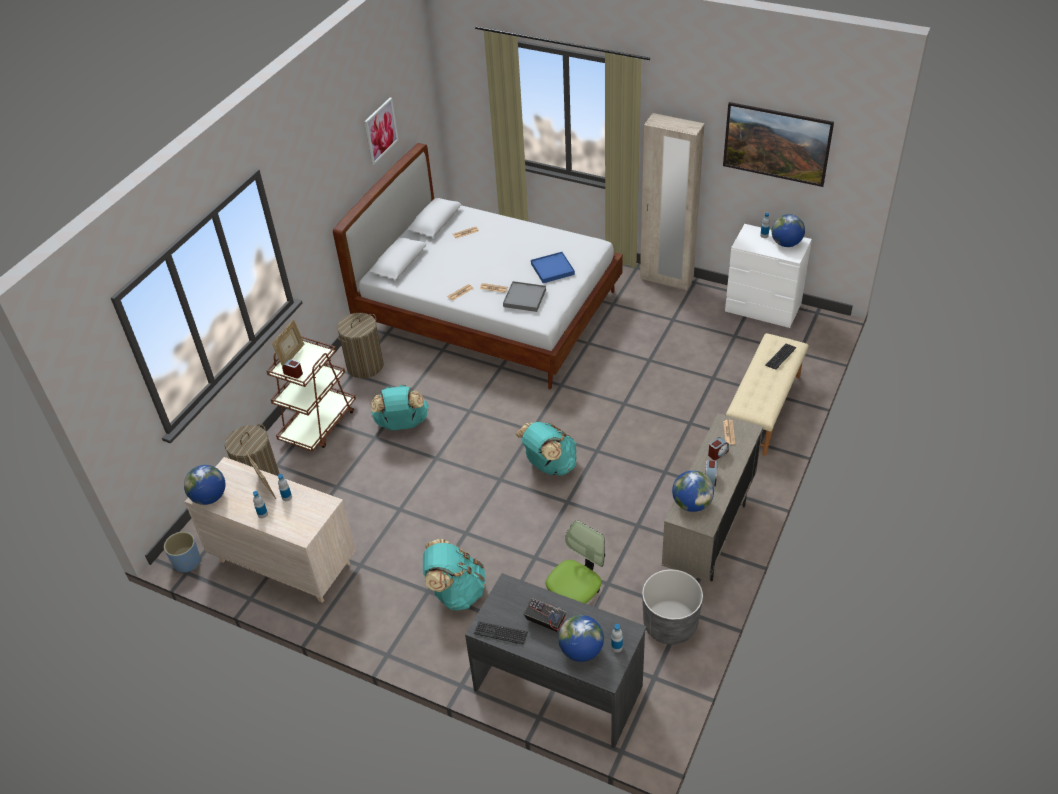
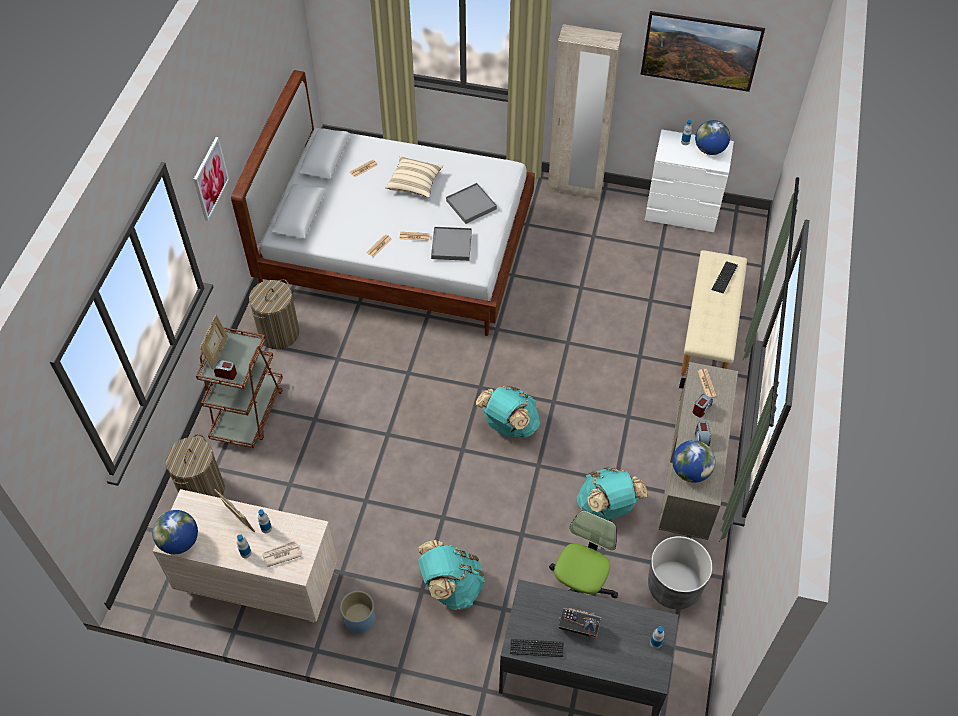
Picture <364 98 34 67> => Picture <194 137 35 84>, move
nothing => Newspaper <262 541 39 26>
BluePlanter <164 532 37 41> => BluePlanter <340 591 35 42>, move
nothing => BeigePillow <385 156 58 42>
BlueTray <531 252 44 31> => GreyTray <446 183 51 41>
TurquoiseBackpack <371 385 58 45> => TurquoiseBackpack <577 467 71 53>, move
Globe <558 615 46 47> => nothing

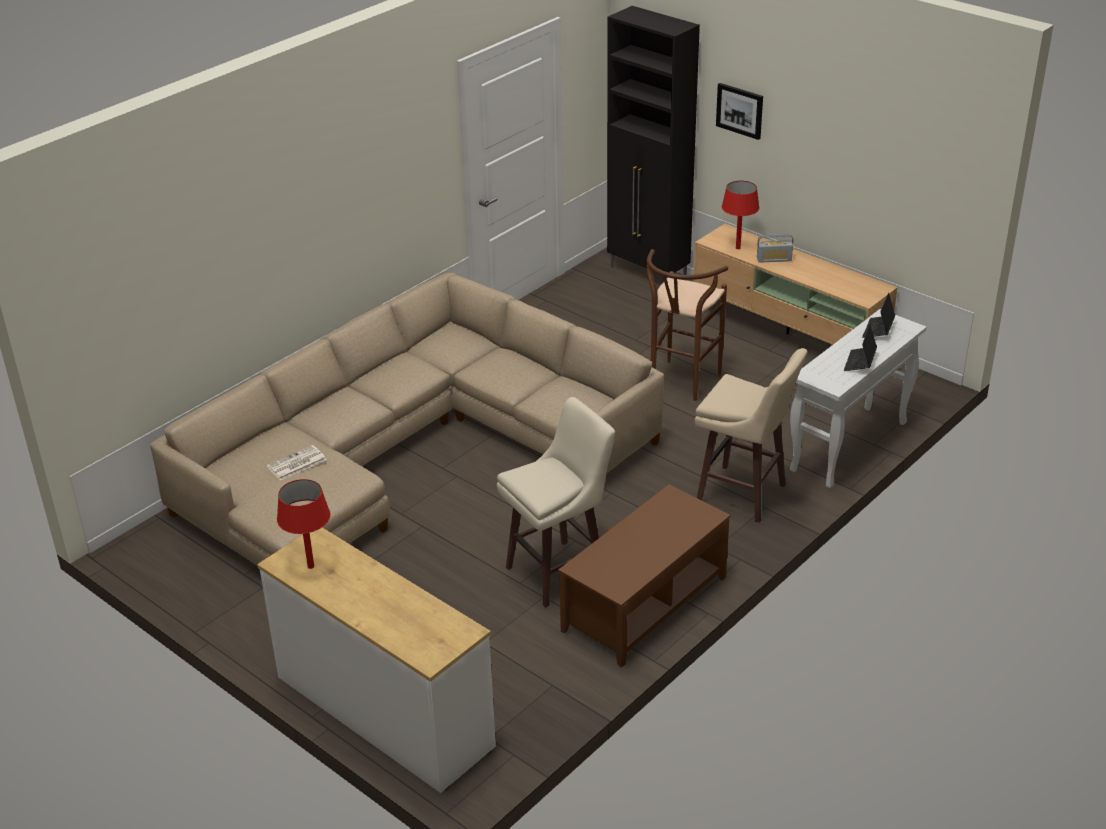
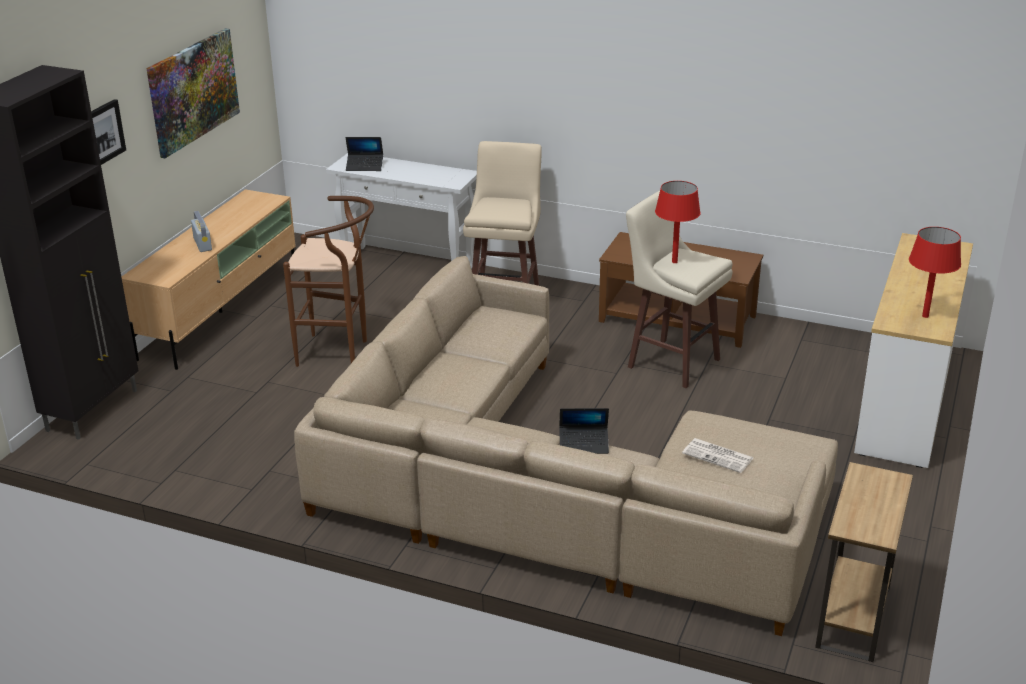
nothing => Picture <146 28 94 130>
Laptop <844 324 33 47> => Laptop <559 408 50 46>, move
RedTableLamp <722 181 38 68> => RedTableLamp <655 181 45 82>, move
nothing => BrownSideTable <815 462 98 200>

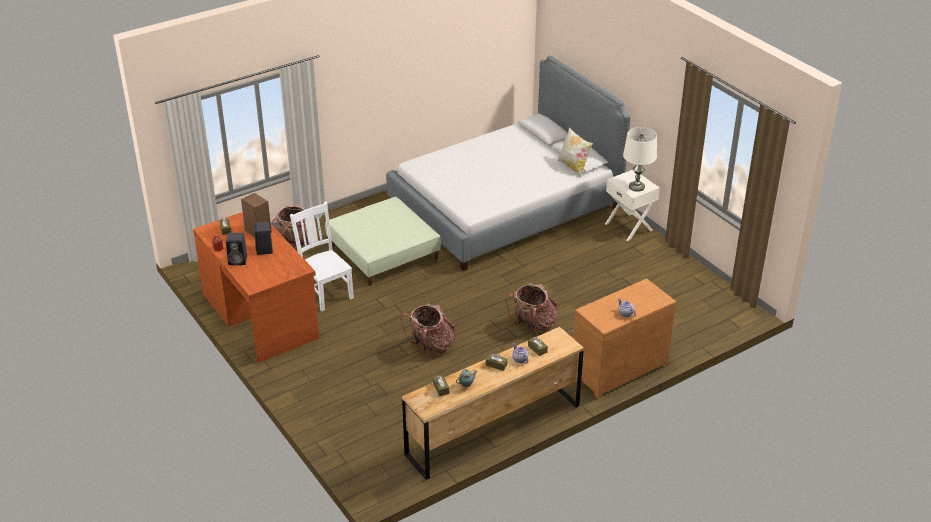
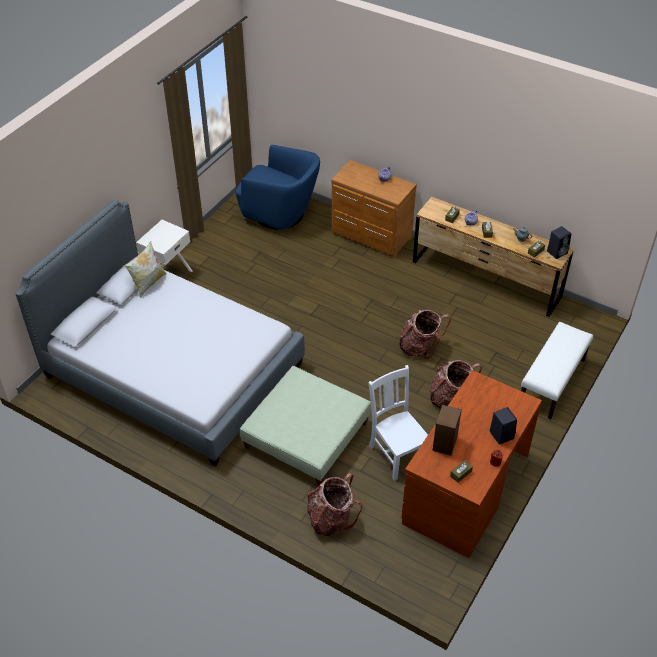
nothing => BlueArmchair <236 145 84 85>
WhiteChair <290 201 64 110> => WhiteChair <368 365 60 116>, 120 degrees clockwise
Backpack <506 283 51 53> => Backpack <430 360 52 49>, move
nothing => WhiteBench <521 322 72 98>
BlackSpeaker <254 222 19 33> => BlackSpeaker <547 226 24 33>, move
WhiteTableLamp <623 127 34 65> => nothing

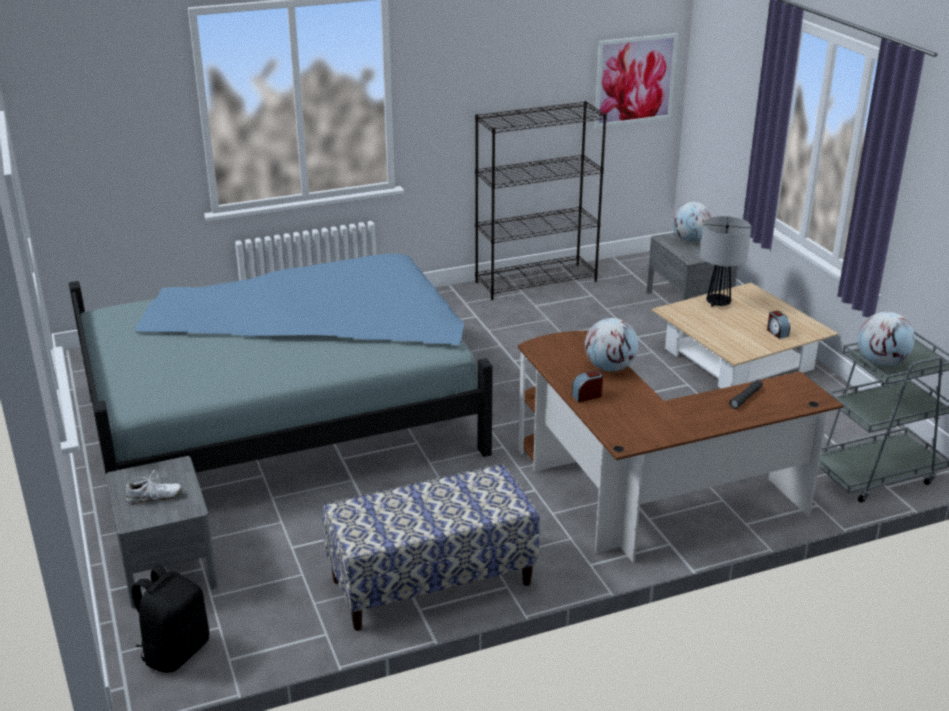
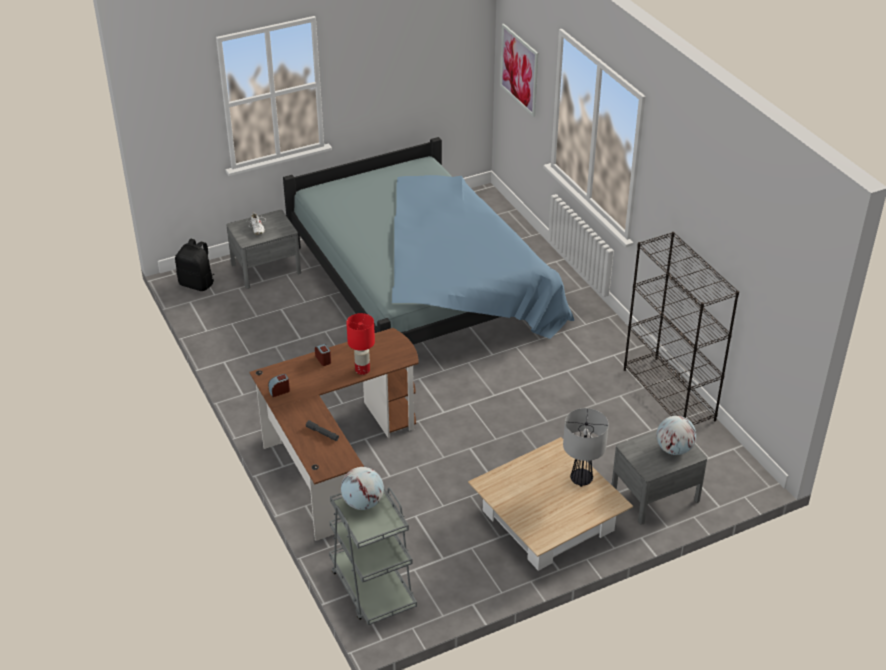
AlarmClock <767 311 23 28> => AlarmClock <268 374 22 23>, move
Globe <585 318 53 54> => RedTableLamp <346 313 29 62>
Picture <594 33 84 95> => Picture <500 24 38 93>, move
Bench <322 464 218 167> => nothing

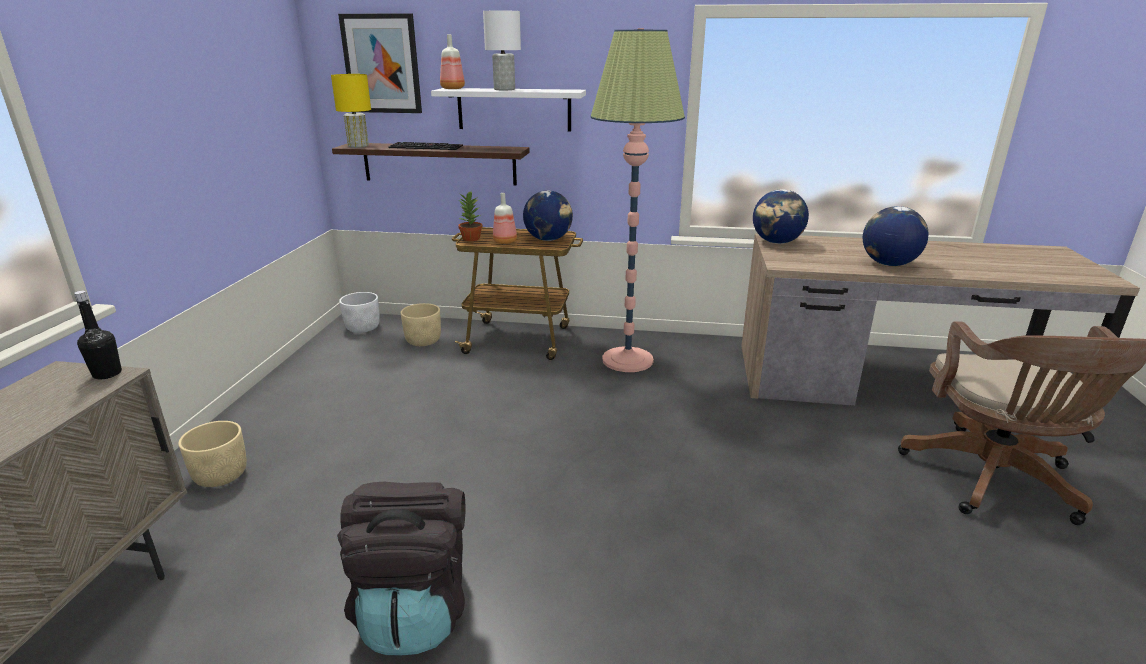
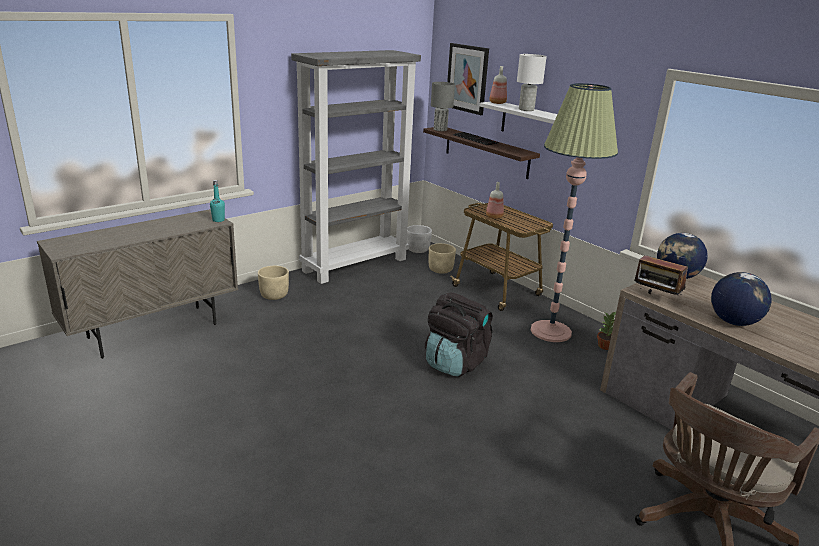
BlackBottle <74 291 48 88> => TurquoiseBottle <210 180 15 42>
nothing => GreyBookcase <291 50 130 234>
BlackBackpack <337 482 128 173> => BlackBackpack <425 292 68 85>, move
YellowTableLamp <331 74 40 74> => GreyTableLamp <431 82 24 49>
PottedPlant <458 191 25 50> => PottedPlant <597 312 19 38>, move
nothing => Radio <634 255 54 40>
Globe <523 190 50 51> => nothing

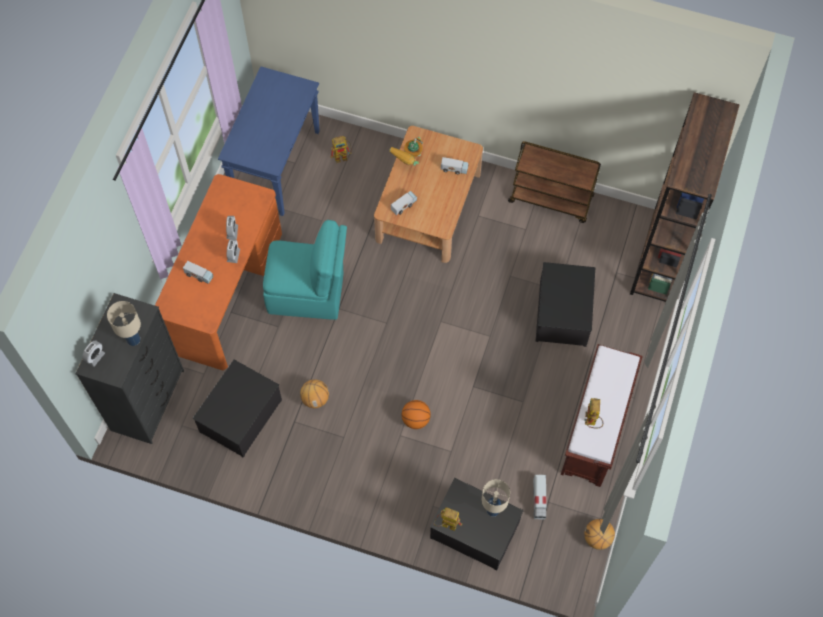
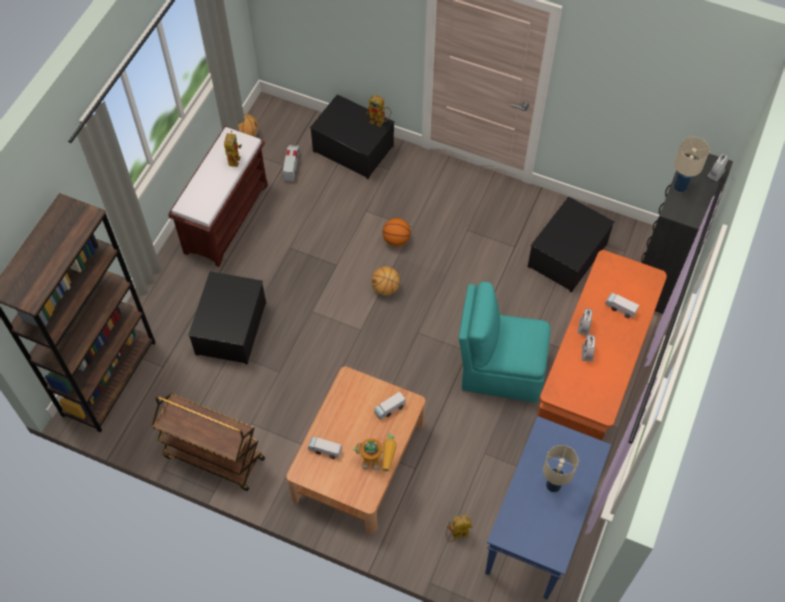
ToyRobot <389 137 34 29> => ToyRobot <353 433 43 38>, 60 degrees clockwise
Basketball <300 379 29 29> => Basketball <371 267 29 29>, move
BeigeTableLamp <481 479 29 38> => BeigeTableLamp <543 445 35 47>, move

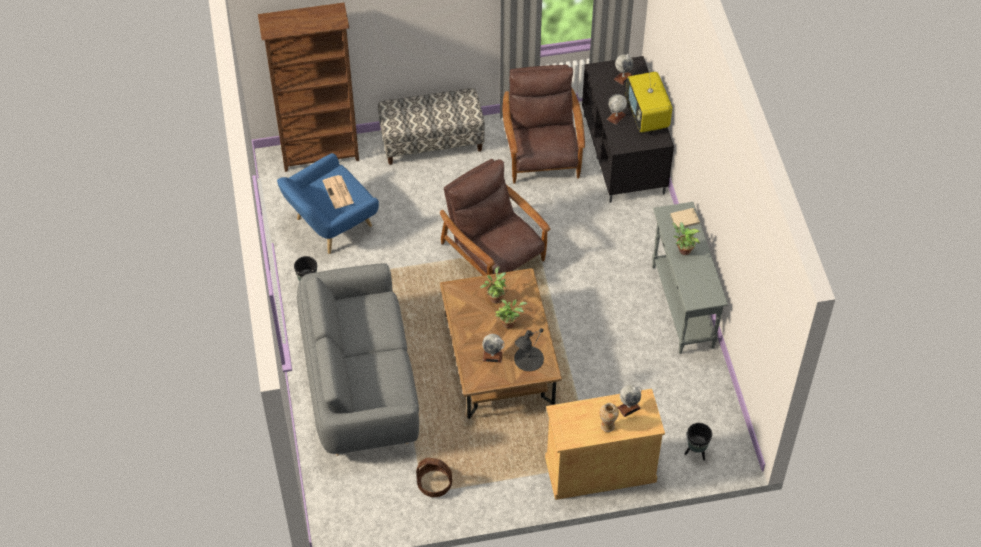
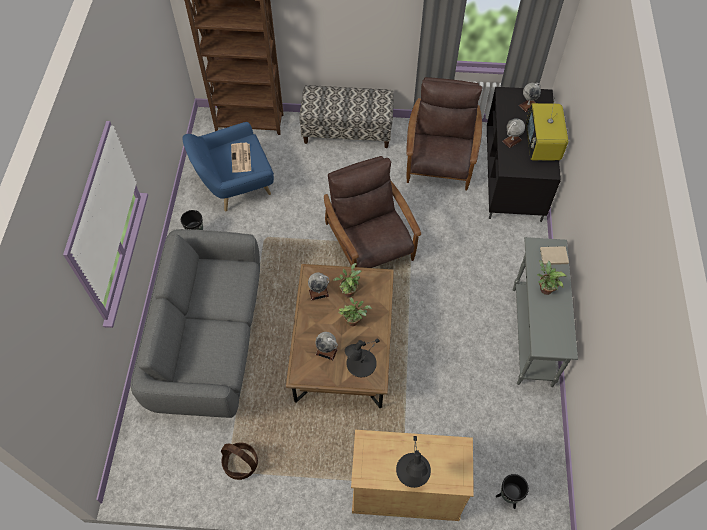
Globe <617 385 24 32> => Globe <308 273 22 27>, move
Vase <600 403 19 29> => BlackTableLamp <396 436 35 52>

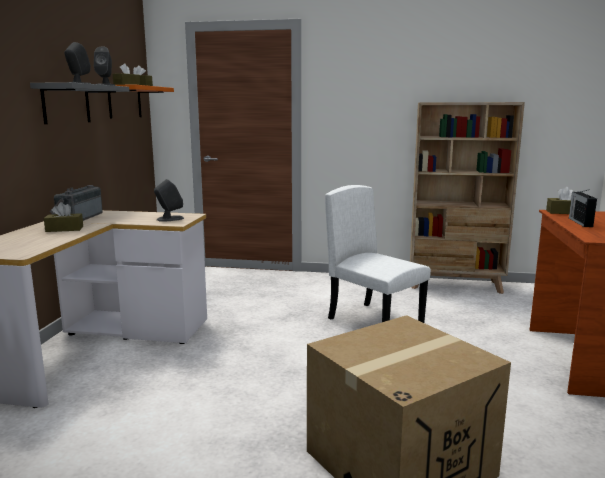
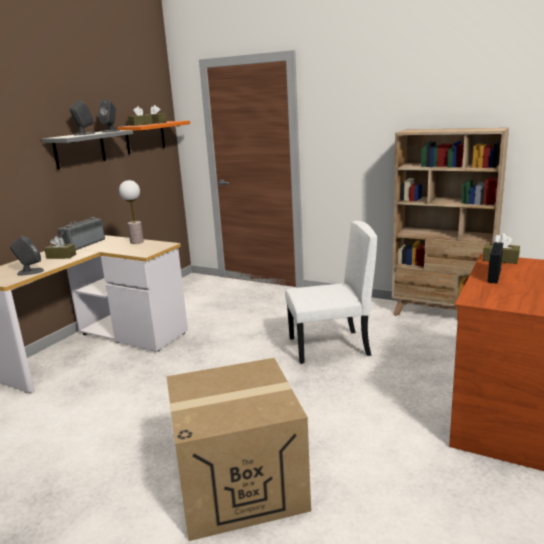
GreySpeaker <154 179 30 43> => GreySpeaker <10 236 34 39>, move
nothing => TableLamp <119 180 25 64>
WhiteChair <325 185 106 138> => WhiteChair <285 221 92 143>, 105 degrees clockwise

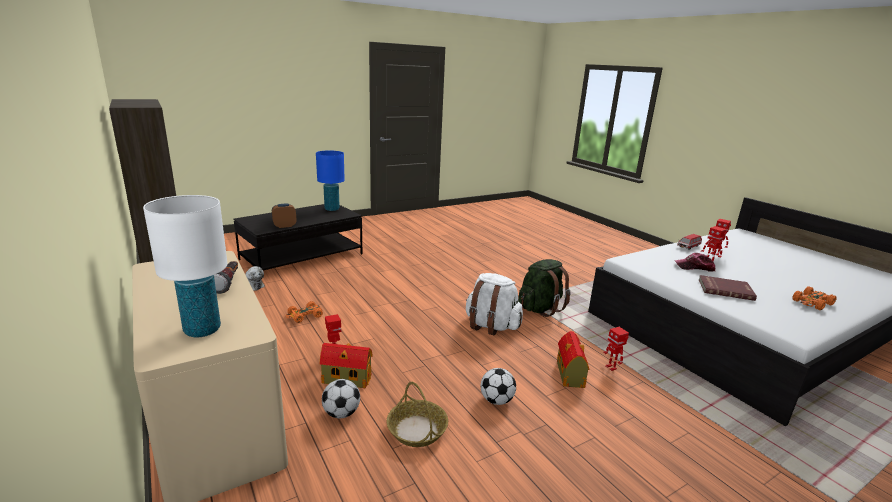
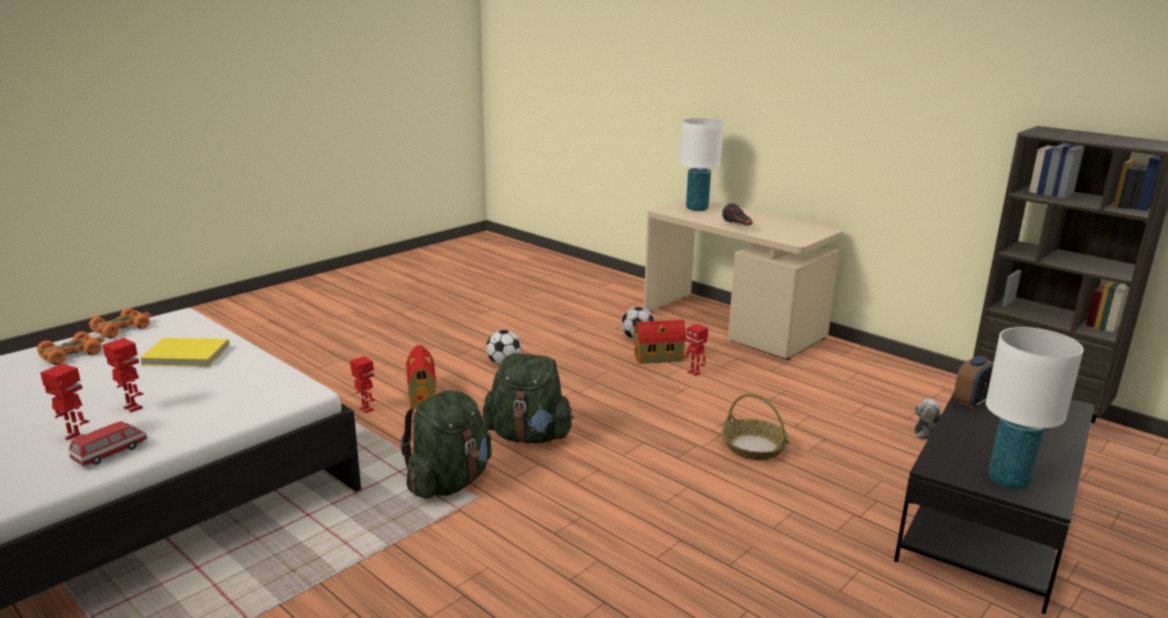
OrangeToyCar <285 301 38 22> => OrangeToyCar <89 308 62 30>, move
RedBook <698 275 59 26> => YellowBook <140 338 89 29>
WhiteBackpack <466 273 57 62> => GreenBackpack <483 353 91 90>
Basket <387 382 61 65> => Basket <721 394 69 66>, move
BlueTableLamp <316 151 29 60> => WhiteTableLamp <986 327 98 163>
Cap <675 253 40 19> => nothing

